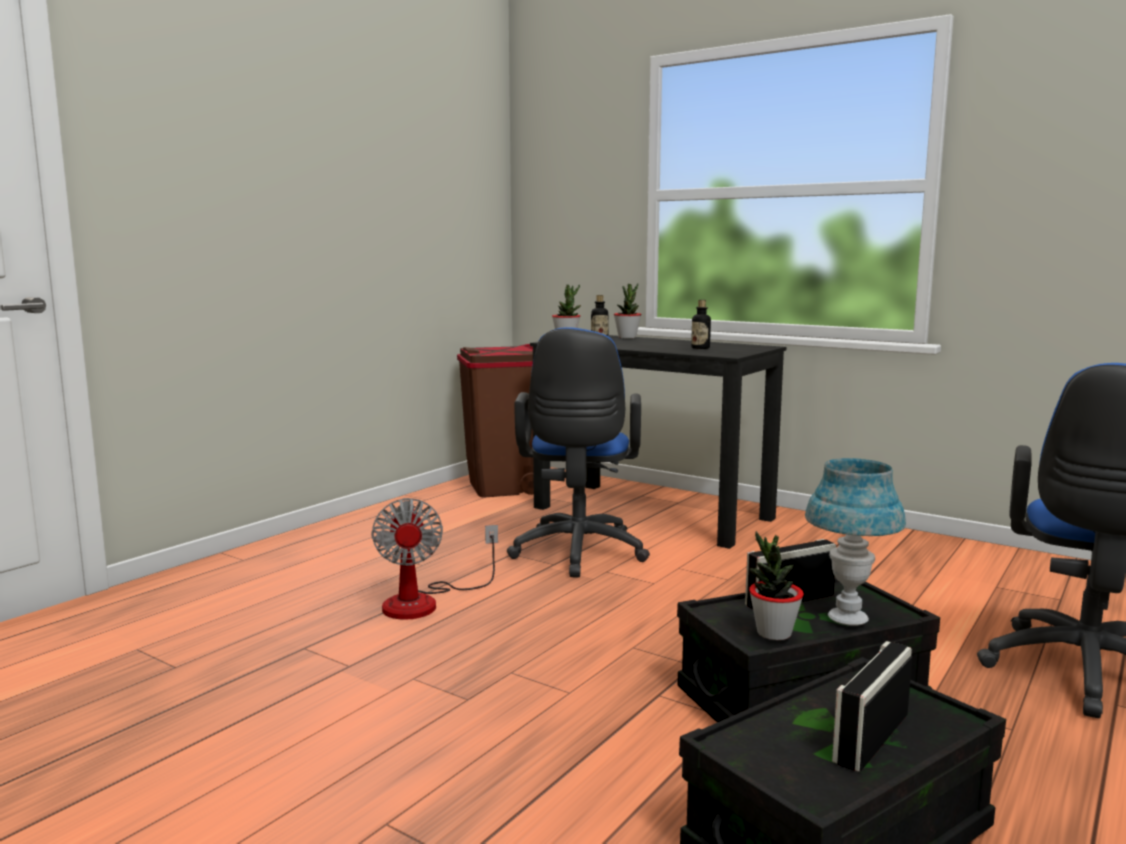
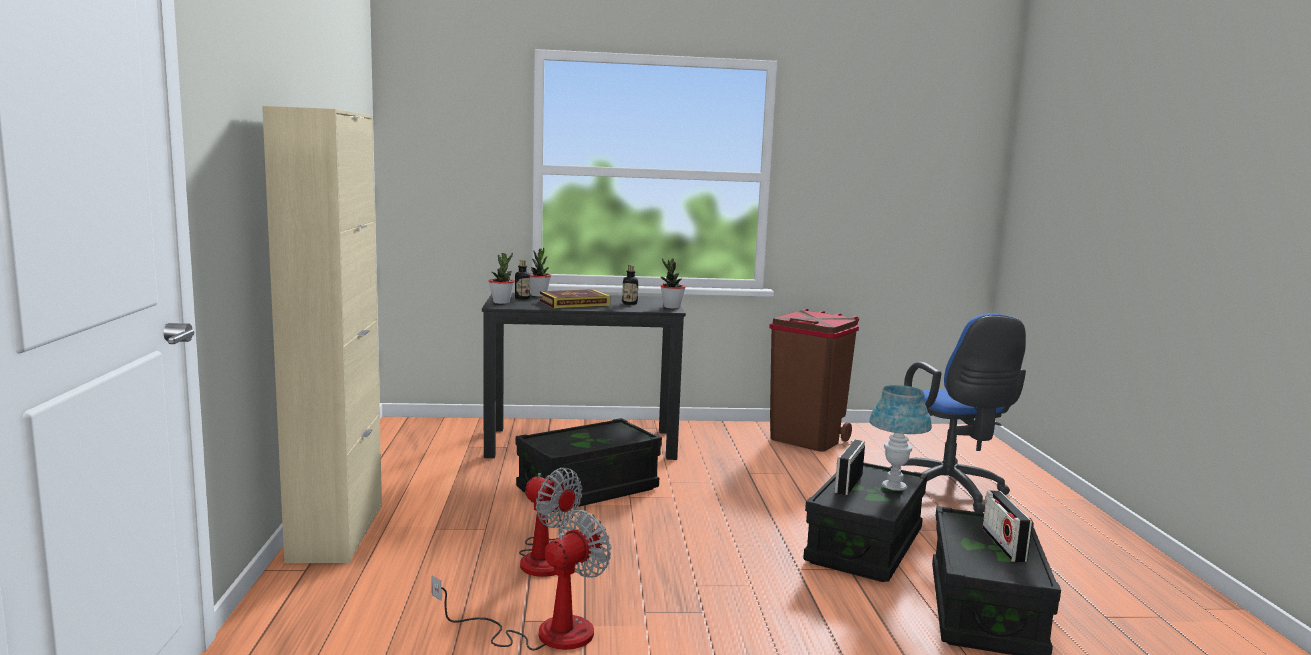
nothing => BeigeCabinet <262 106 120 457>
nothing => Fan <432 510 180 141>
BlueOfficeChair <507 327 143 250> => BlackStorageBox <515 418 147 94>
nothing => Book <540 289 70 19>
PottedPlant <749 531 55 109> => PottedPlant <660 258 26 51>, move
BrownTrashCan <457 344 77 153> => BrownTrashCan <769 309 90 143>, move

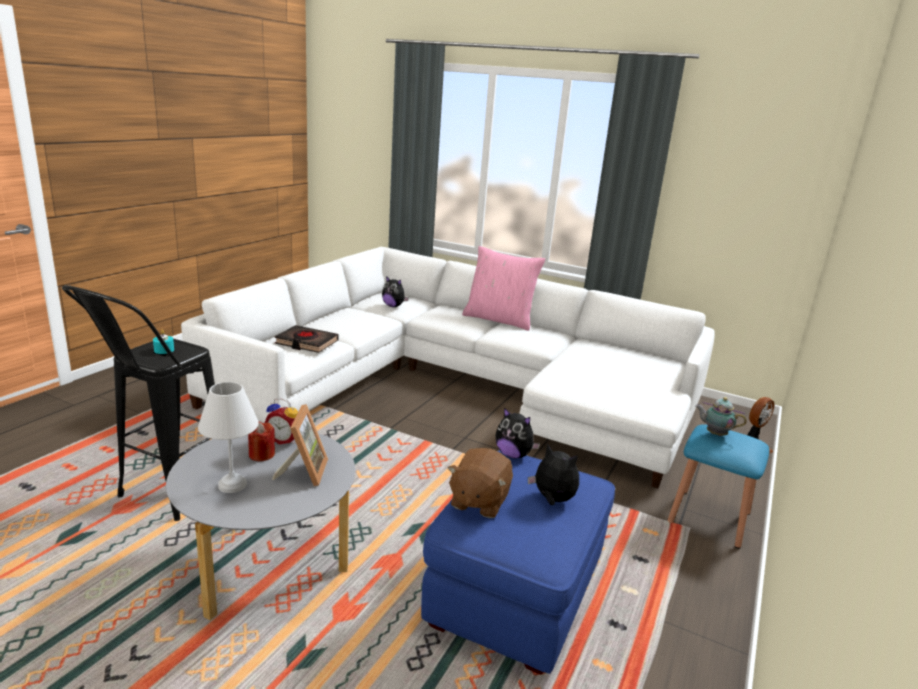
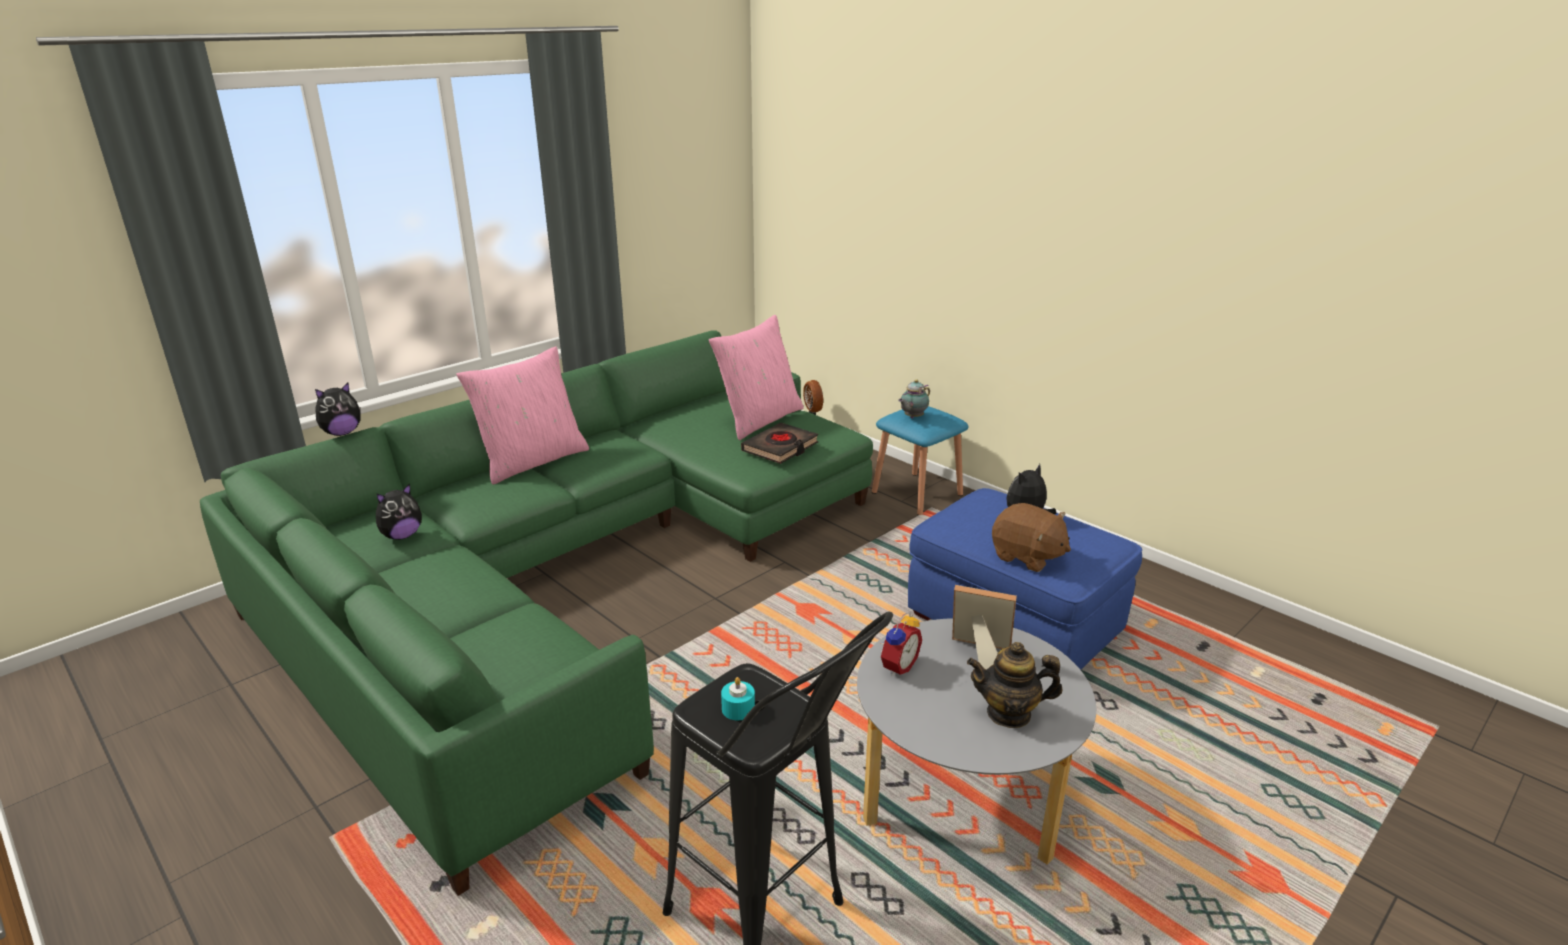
WhiteSofa <181 247 534 241> => GreenSofa <200 330 673 566>
PlushToy <495 407 45 51> => PlushToy <315 382 45 54>, move
nothing => PinkPillow <709 315 95 125>
BlackBook <275 325 64 28> => BlackBook <741 423 78 41>, move
WhiteTableLamp <198 382 61 111> => Teapot <967 642 95 86>
RedCandle <248 421 27 40> => nothing

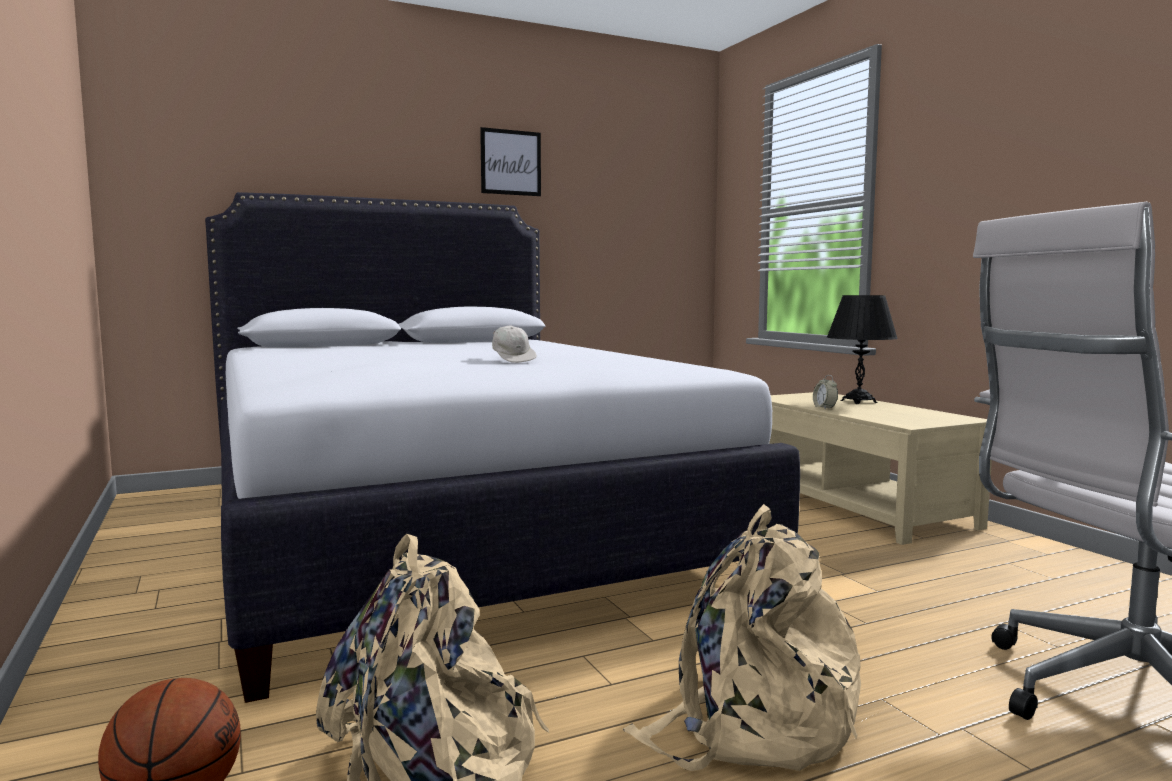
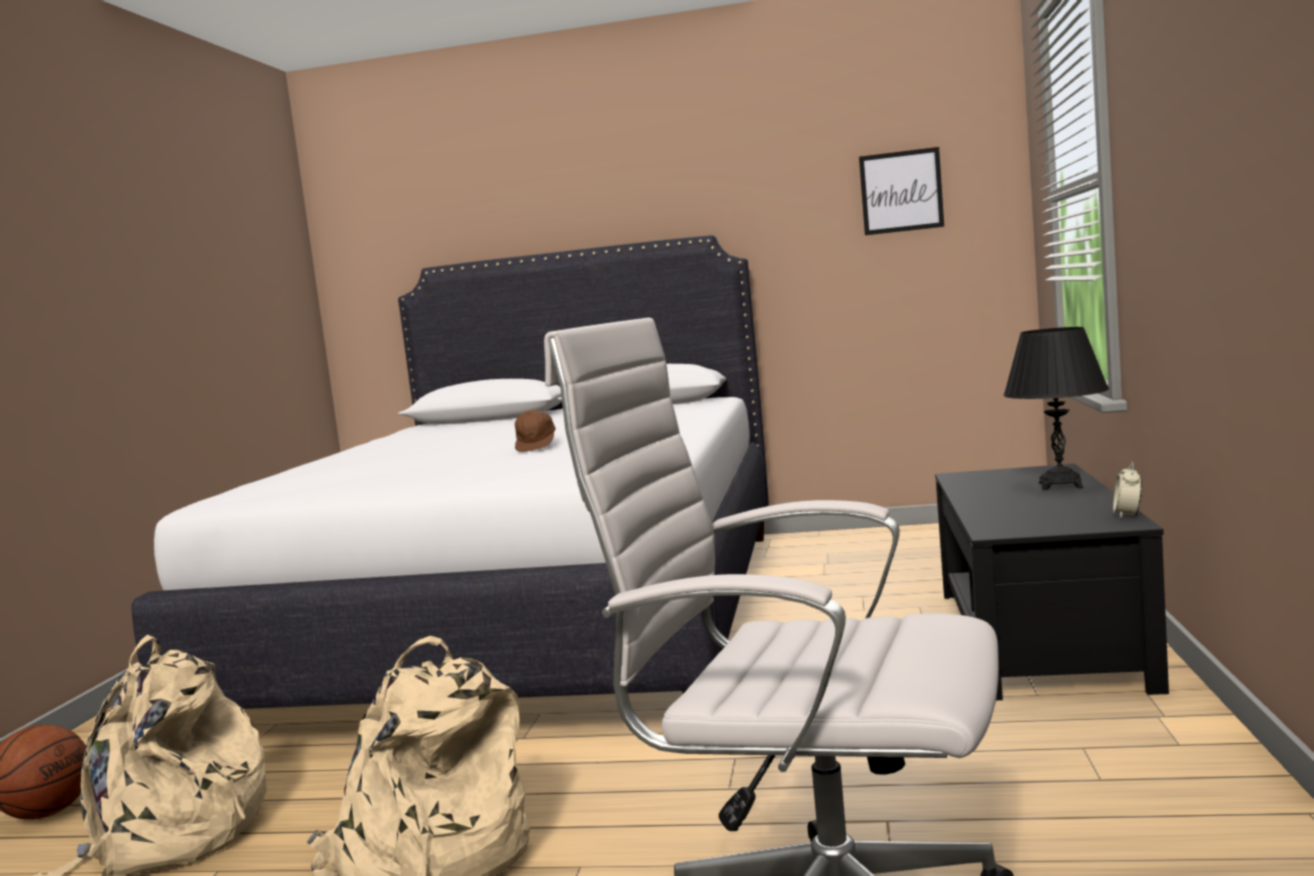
WhiteCap <492 325 45 38> => BrownCap <515 409 41 43>
Picture <480 127 61 69> => Picture <859 147 85 88>, move
BeigeCoffeeTable <769 392 223 153> => BlackCoffeeTable <935 464 234 236>
AlarmClock <813 375 25 34> => AlarmClock <1113 462 29 56>, move

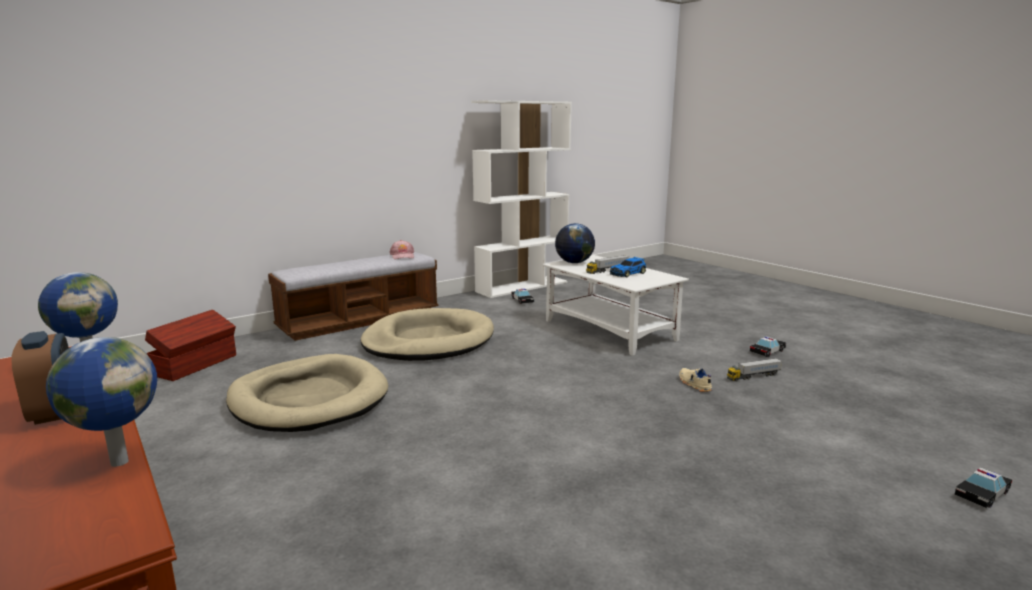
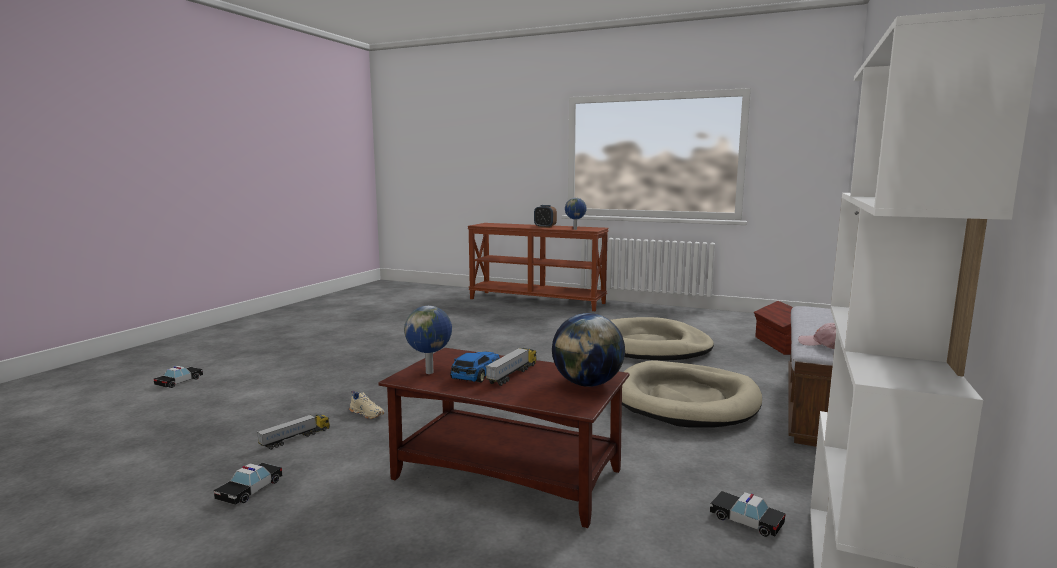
WhiteCoffeeTable <543 255 146 101> => BrownCoffeeTable <379 348 250 180>
Globe <46 337 111 130> => Globe <404 306 48 68>, move

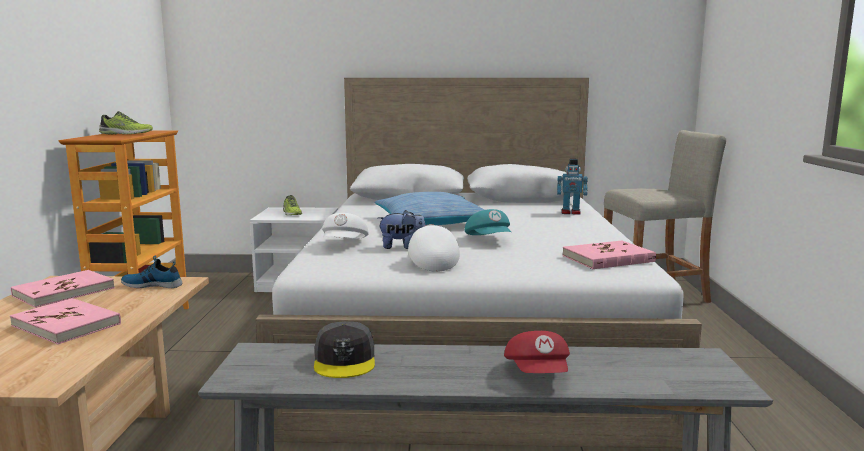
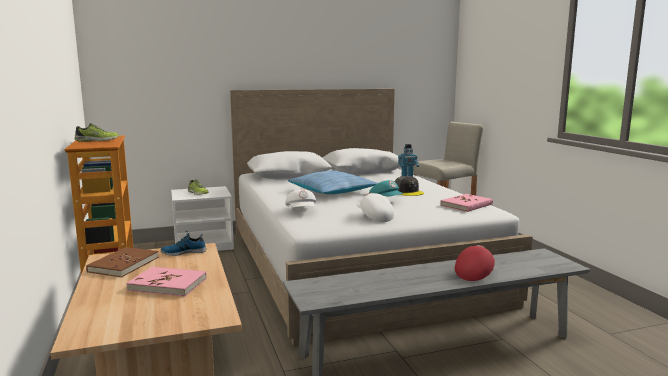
PinkBook <11 270 104 38> => BrownBook <86 247 73 30>
GreyCap <314 321 61 57> => GreyCap <394 176 30 20>, move
RedCap <504 331 66 42> => RedCap <455 245 40 36>, 120 degrees counterclockwise
PlushToy <377 210 48 39> => nothing

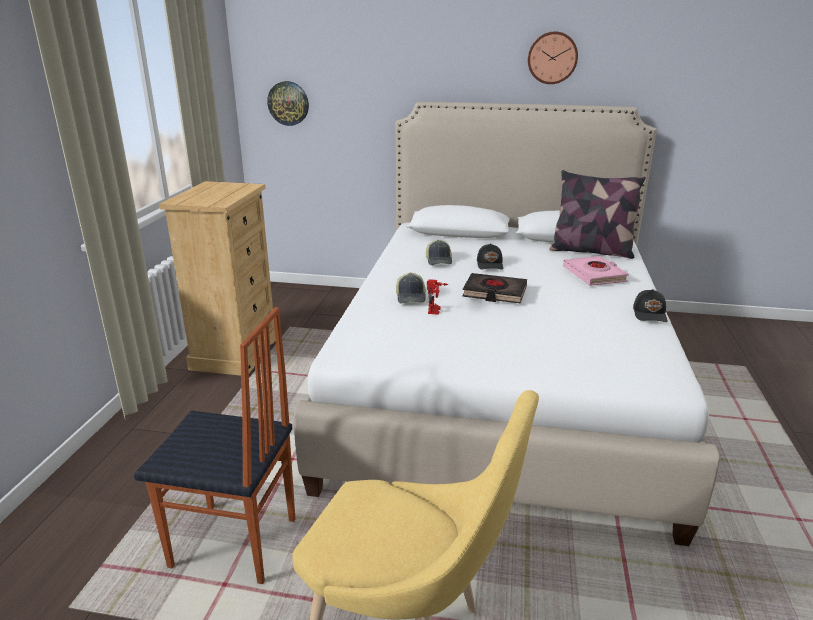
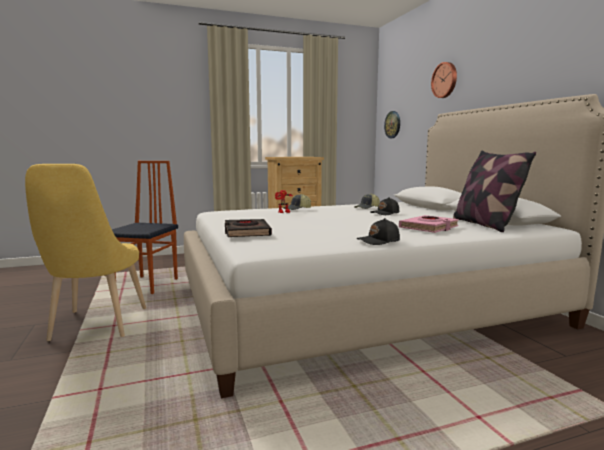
Chair <134 307 161 277> => Chair <112 161 66 133>, 150 degrees counterclockwise
BlackBook <462 273 65 30> => BlackBook <225 219 47 18>, move
WallClock <528 31 50 53> => WallClock <431 62 26 36>, move

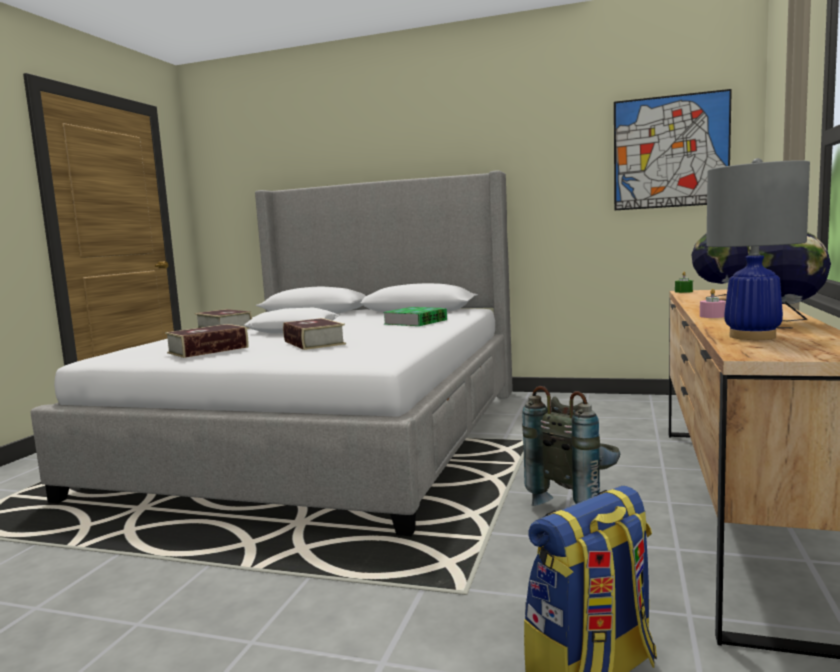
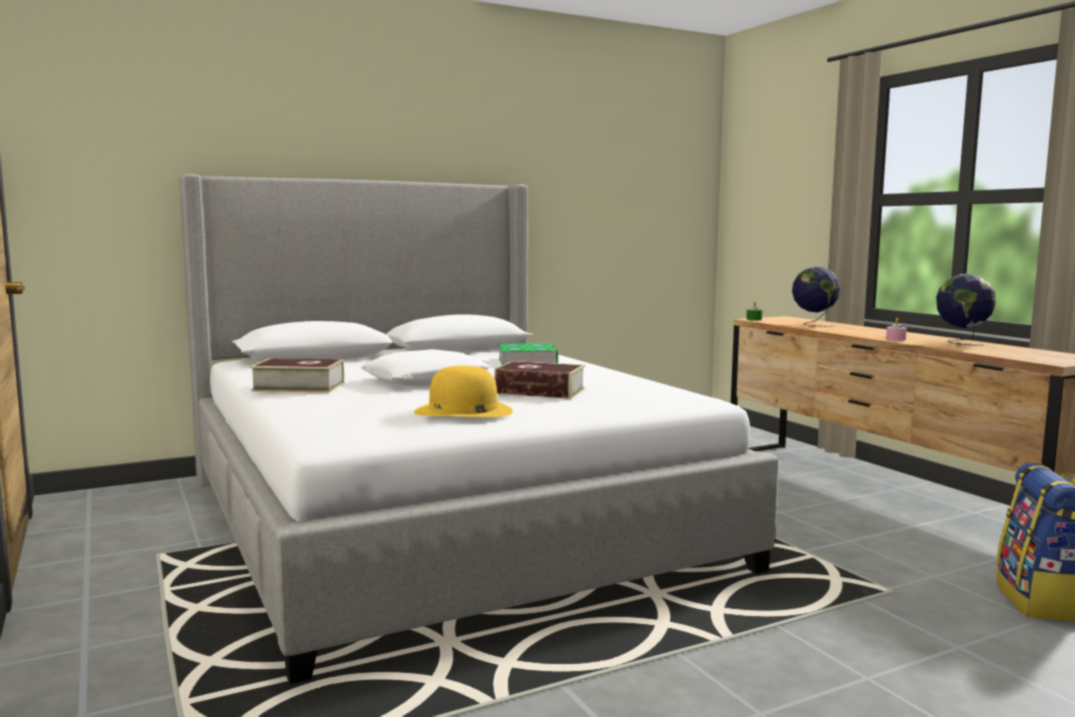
Book <165 324 84 34> => YellowHat <414 366 99 51>
GreyBackpack <522 386 98 120> => nothing
Picture <614 89 118 122> => nothing
GreyTableLamp <706 158 104 182> => nothing

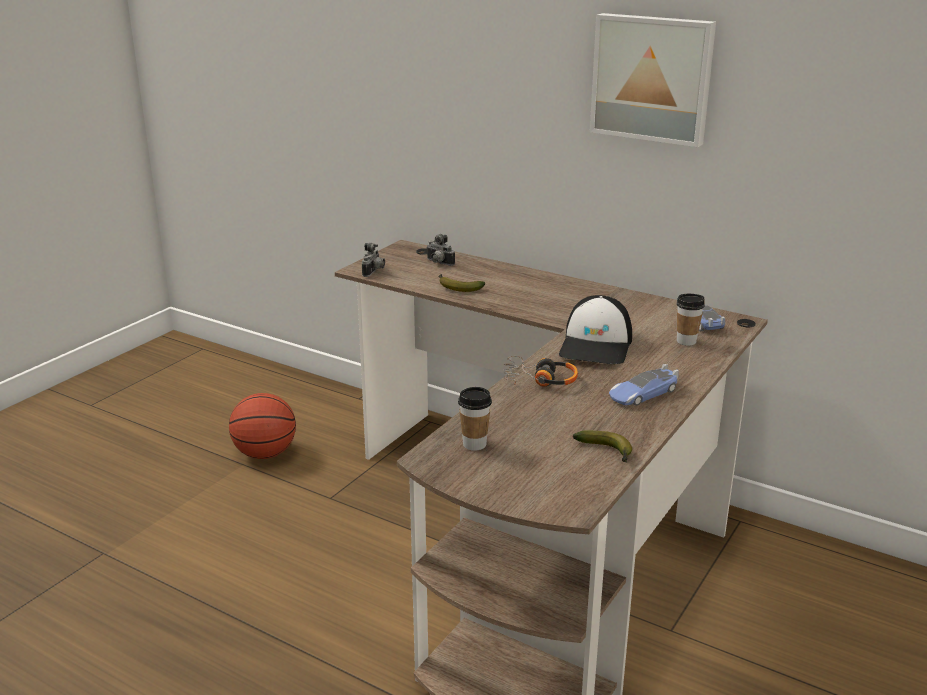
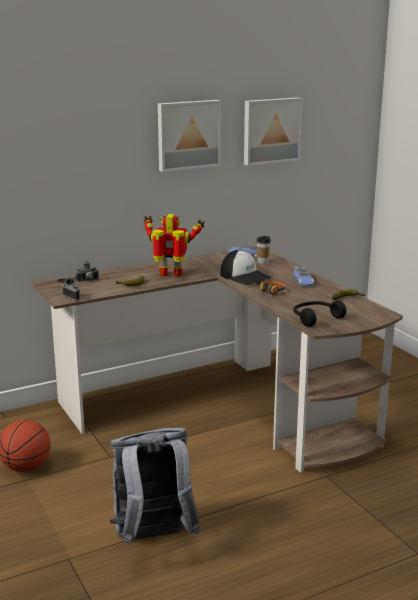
nothing => GreyBackpack <110 428 91 118>
nothing => ToyRobot <144 214 61 62>
nothing => Picture <244 97 59 69>
Cup <458 387 34 64> => BlackHeadphones <294 301 52 26>

